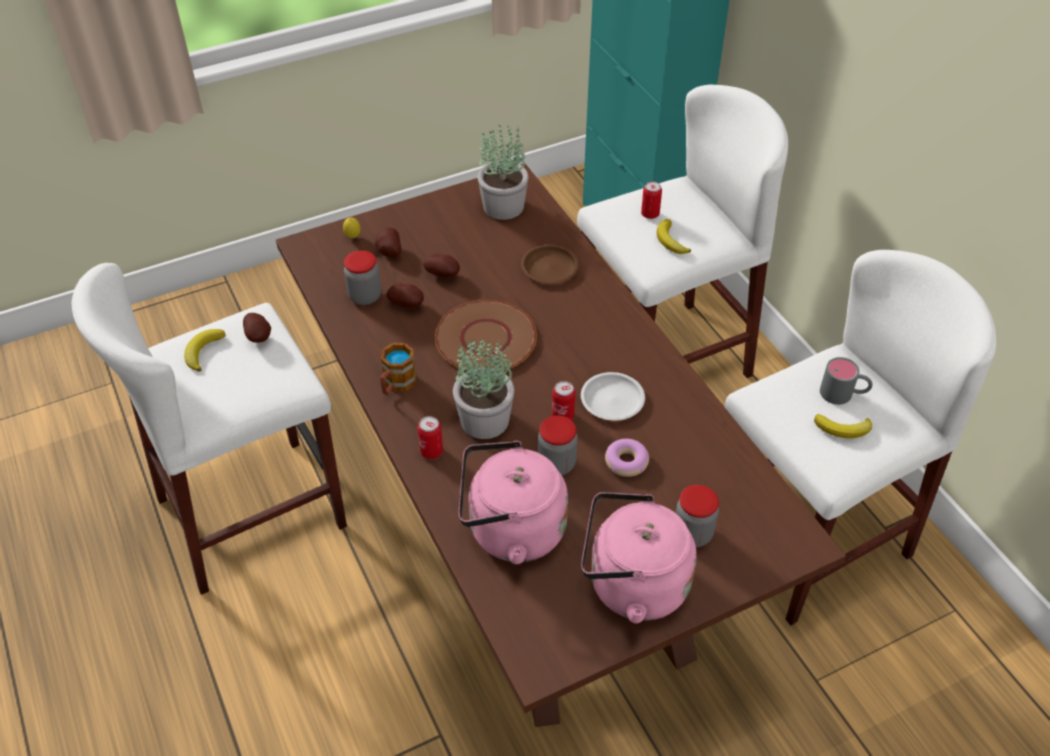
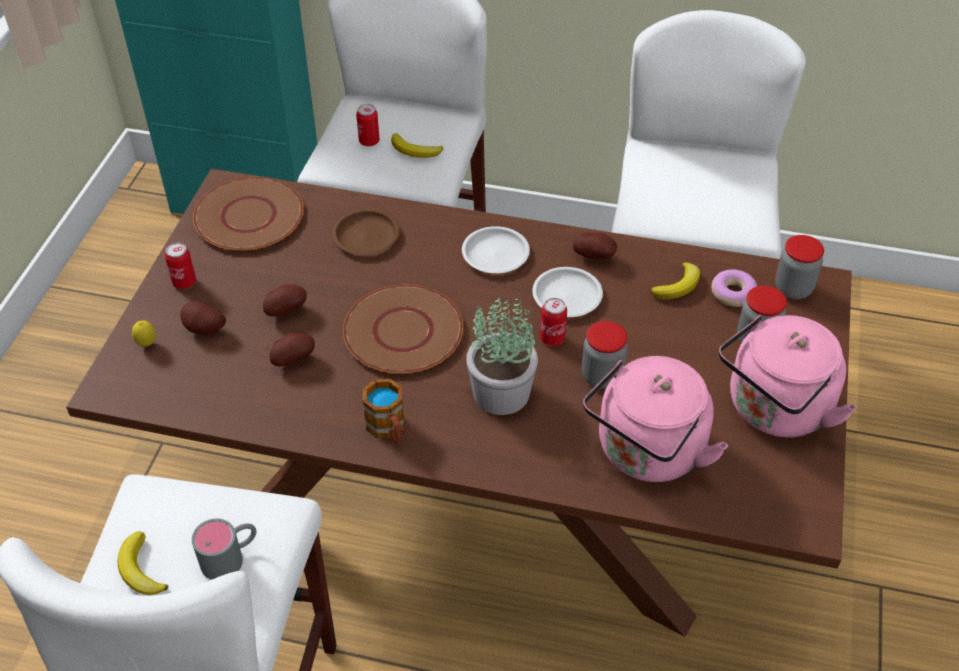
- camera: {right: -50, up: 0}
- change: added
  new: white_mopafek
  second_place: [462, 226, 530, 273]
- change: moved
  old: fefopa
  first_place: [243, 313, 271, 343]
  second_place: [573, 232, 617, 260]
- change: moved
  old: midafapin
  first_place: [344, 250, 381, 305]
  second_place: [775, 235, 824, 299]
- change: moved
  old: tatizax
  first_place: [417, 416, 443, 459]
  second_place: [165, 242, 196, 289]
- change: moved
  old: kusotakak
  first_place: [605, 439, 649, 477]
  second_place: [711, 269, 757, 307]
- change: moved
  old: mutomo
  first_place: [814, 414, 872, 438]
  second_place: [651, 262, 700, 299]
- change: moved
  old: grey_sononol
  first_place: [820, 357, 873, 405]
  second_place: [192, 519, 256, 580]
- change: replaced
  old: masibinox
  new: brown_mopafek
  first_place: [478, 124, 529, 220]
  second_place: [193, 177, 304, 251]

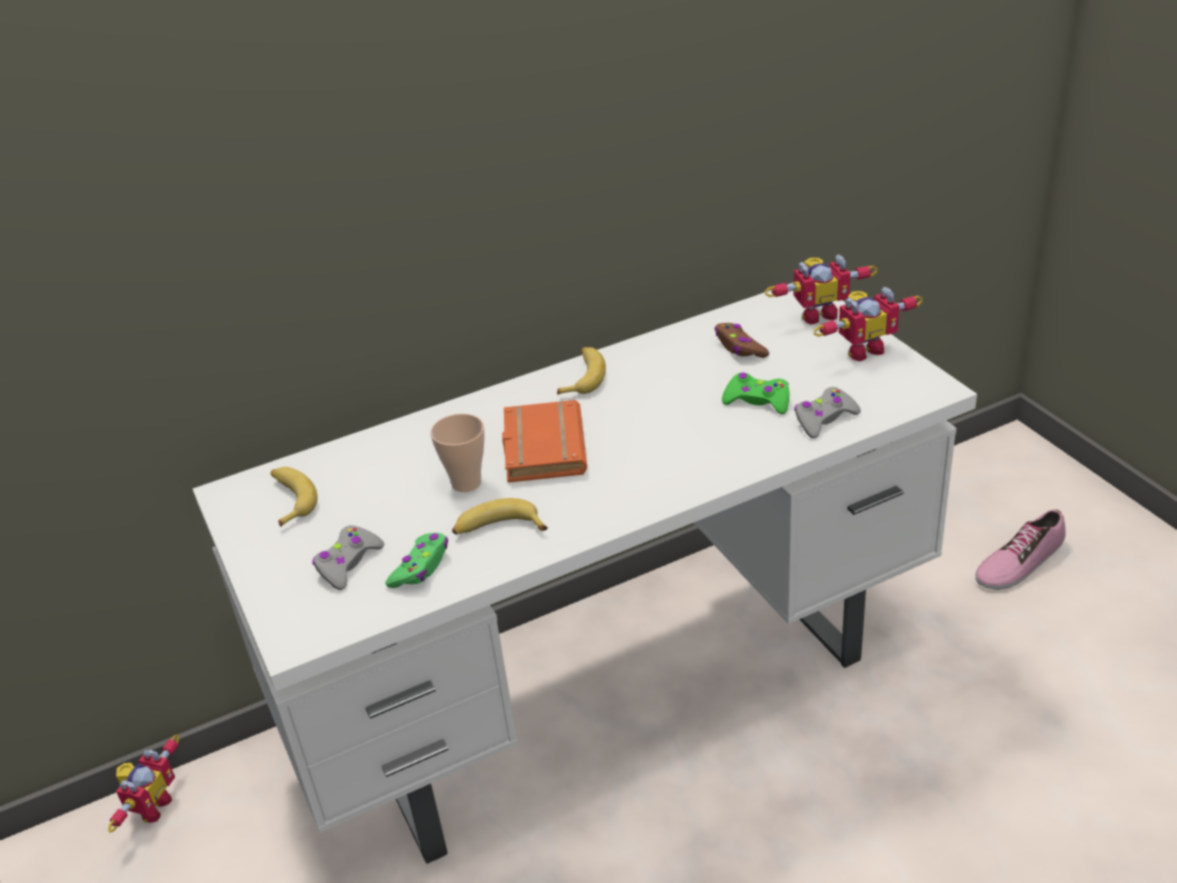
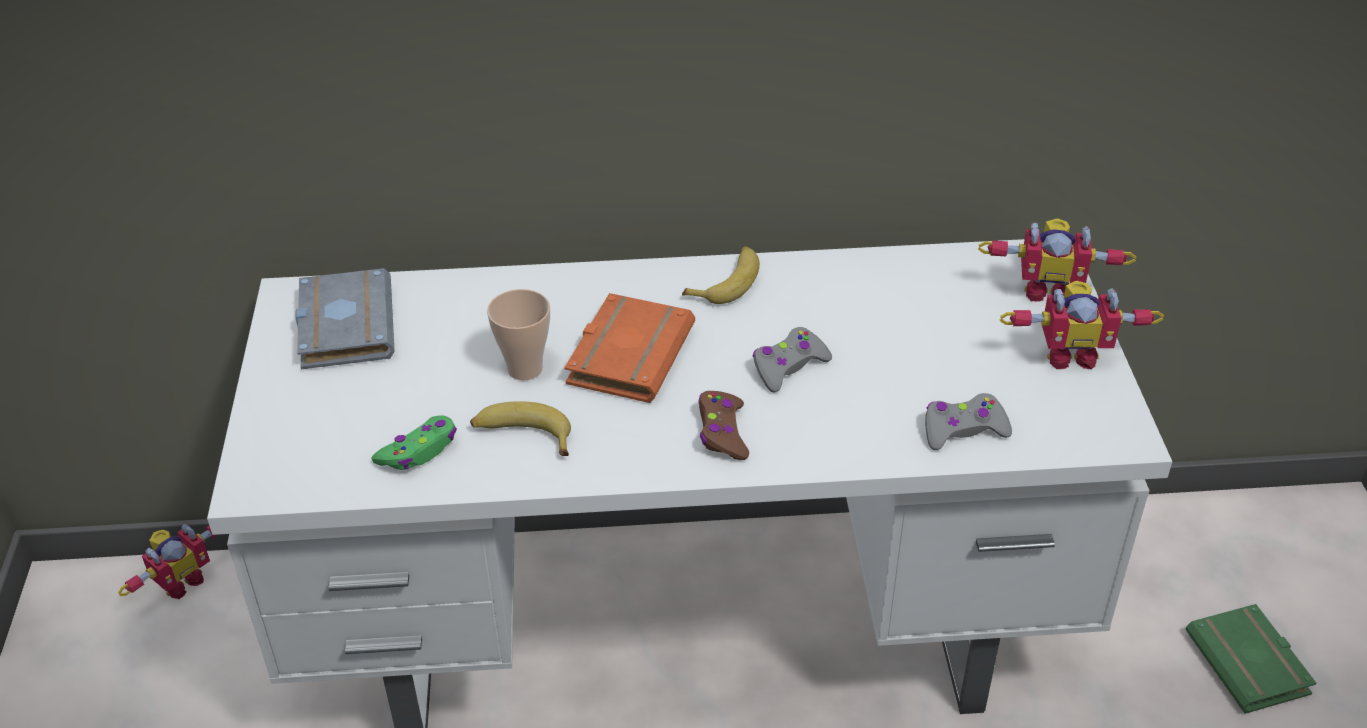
- camera: {right: 20, up: 5}
- change: removed
  old: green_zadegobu
  first_place: [722, 372, 789, 414]
- change: moved
  old: grey_zadegobu
  first_place: [313, 525, 384, 590]
  second_place: [752, 327, 832, 393]
- change: moved
  old: brown_zadegobu
  first_place: [715, 323, 769, 358]
  second_place: [698, 391, 749, 460]
- change: replaced
  old: mutomo
  new: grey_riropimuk
  first_place: [271, 467, 318, 527]
  second_place: [295, 268, 394, 369]
- change: replaced
  old: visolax
  new: green_riropimuk
  first_place: [975, 510, 1066, 590]
  second_place: [1185, 604, 1317, 714]

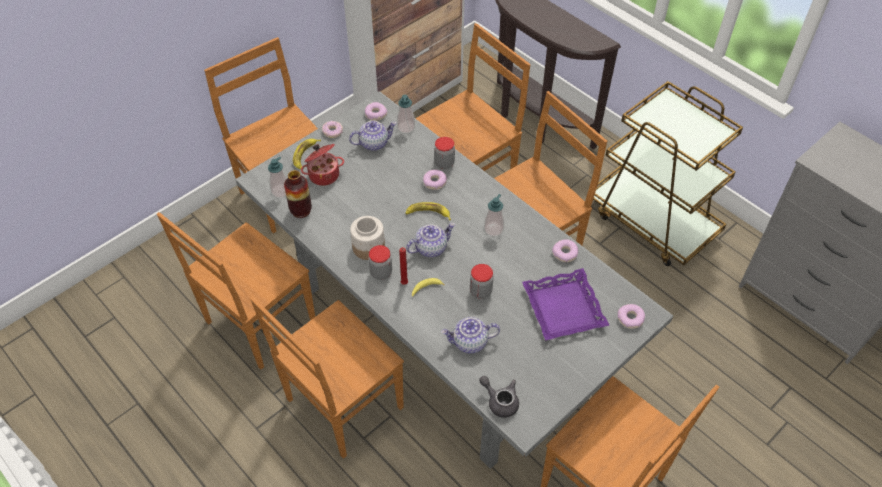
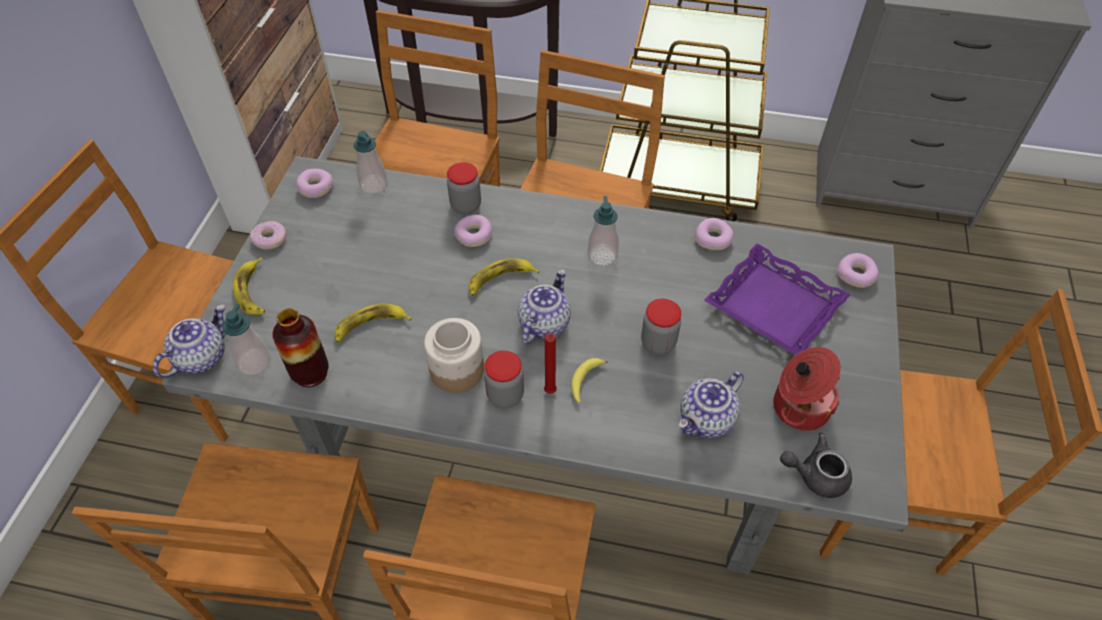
- camera: {right: -35, up: 0}
- change: added
  new: mutomo
  second_place: [335, 304, 412, 342]
- change: moved
  old: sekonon
  first_place: [301, 144, 344, 186]
  second_place: [773, 347, 841, 431]
- change: moved
  old: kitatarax
  first_place: [349, 121, 397, 151]
  second_place: [153, 305, 226, 378]

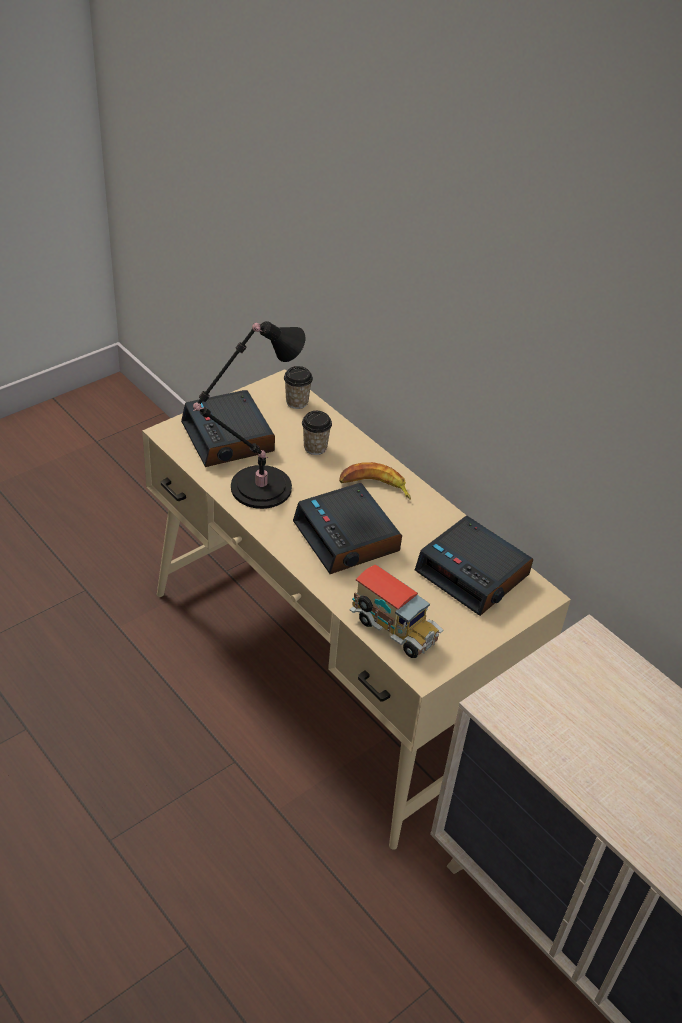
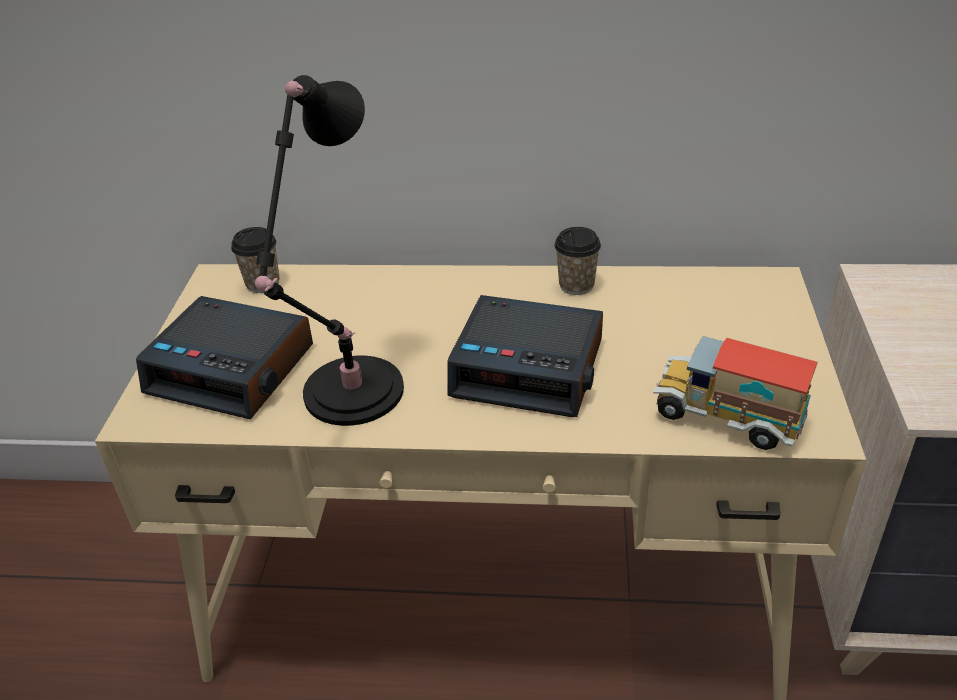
- camera: {right: -40, up: -5}
- change: removed
  old: mutomo
  first_place: [339, 462, 411, 500]
- change: removed
  old: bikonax
  first_place: [415, 516, 533, 616]
- change: moved
  old: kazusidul
  first_place: [302, 411, 332, 455]
  second_place: [554, 227, 601, 295]
- change: turned
  old: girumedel
  first_place: [350, 564, 444, 658]
  second_place: [653, 336, 818, 450]
  degrees: -150

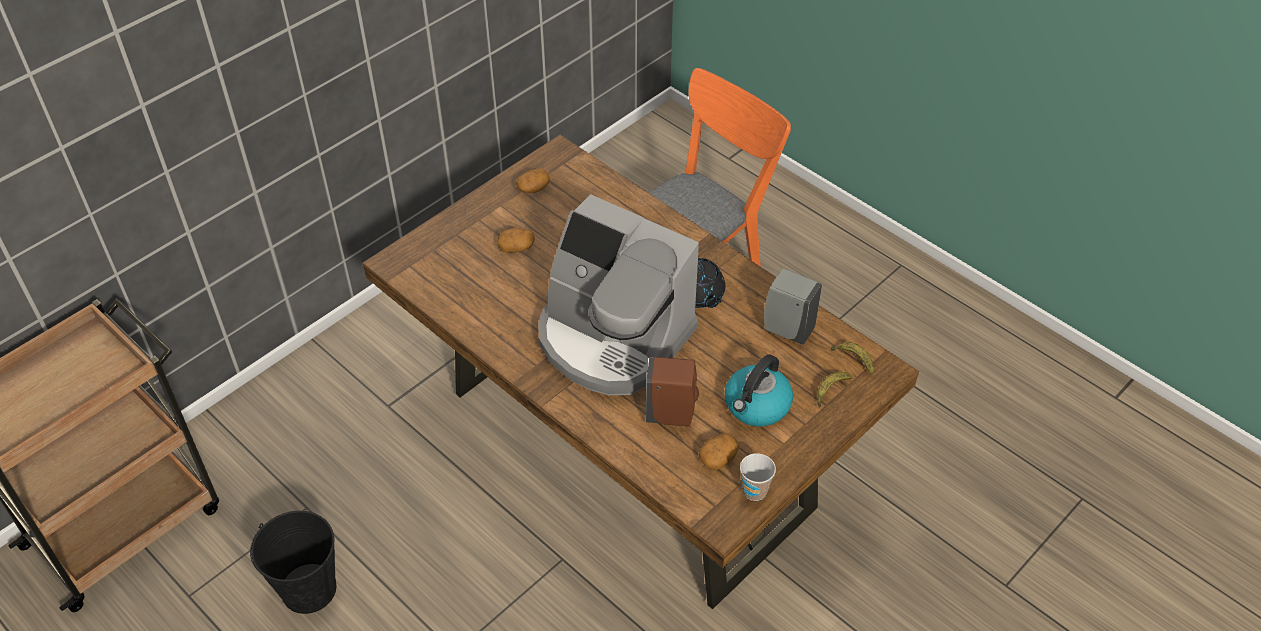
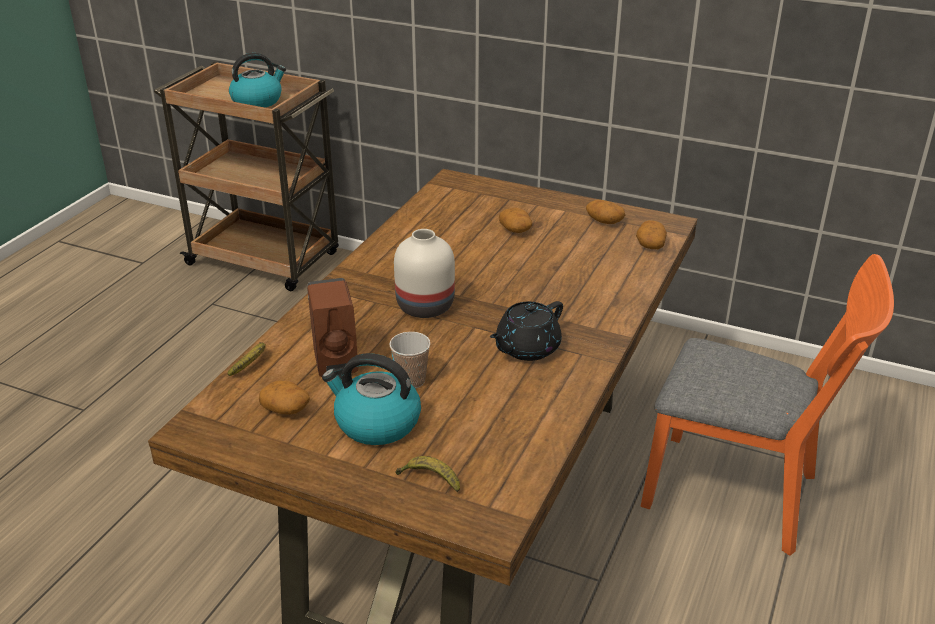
- camera: {right: 70, up: -15}
- change: removed
  old: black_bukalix
  first_place: [250, 511, 336, 614]
- change: removed
  old: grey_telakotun
  first_place: [764, 268, 822, 345]
- change: added
  new: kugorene
  second_place: [229, 53, 286, 108]
- change: added
  new: fefopa
  second_place: [636, 220, 667, 249]
- change: moved
  old: kazusidul
  first_place: [740, 453, 776, 501]
  second_place: [389, 332, 431, 389]
- change: moved
  old: mutomo
  first_place: [831, 342, 874, 374]
  second_place: [227, 342, 266, 376]
- change: replaced
  old: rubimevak
  new: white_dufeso
  first_place: [538, 194, 699, 395]
  second_place: [394, 229, 455, 318]

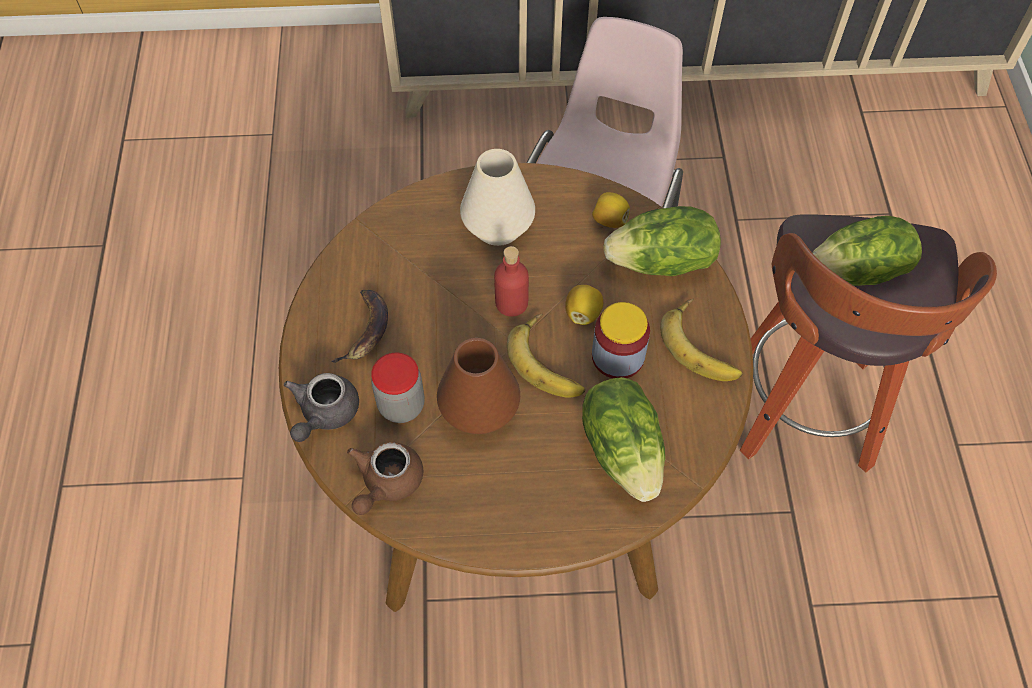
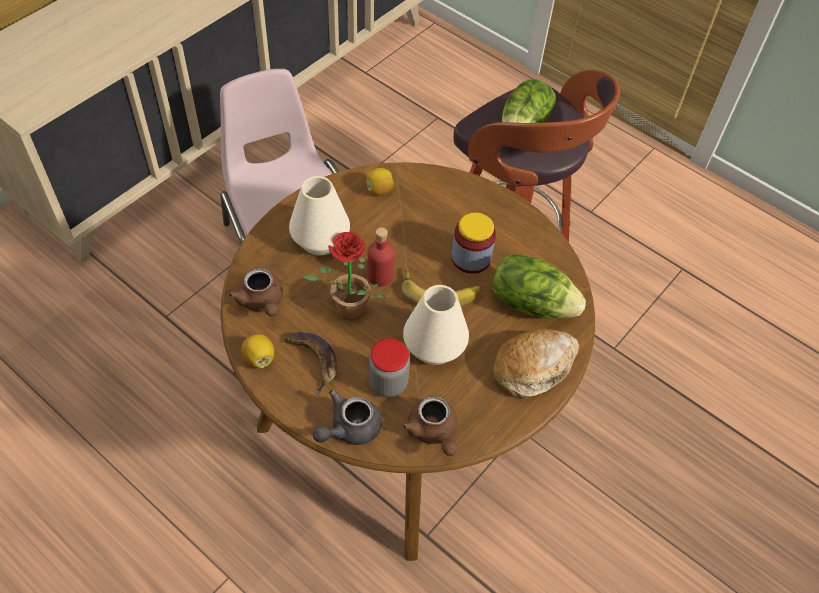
- camera: {right: -50, up: -5}
- change: removed
  old: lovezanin
  first_place: [603, 206, 721, 276]
- change: removed
  old: mutomo
  first_place: [660, 299, 743, 381]
- change: added
  new: brown_kitatarax
  second_place: [229, 268, 283, 317]
- change: added
  new: masibinox
  second_place: [304, 232, 386, 320]
- change: added
  new: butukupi
  second_place: [494, 329, 579, 398]
- change: moved
  old: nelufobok
  first_place: [565, 285, 603, 325]
  second_place: [241, 334, 274, 368]
- change: recoloured
  old: brown_dufeso
  new: white_dufeso
  first_place: [437, 338, 520, 434]
  second_place: [403, 285, 469, 365]
- change: turned
  old: grey_kitatarax
  first_place: [284, 373, 359, 442]
  second_place: [313, 390, 382, 445]
  degrees: 75

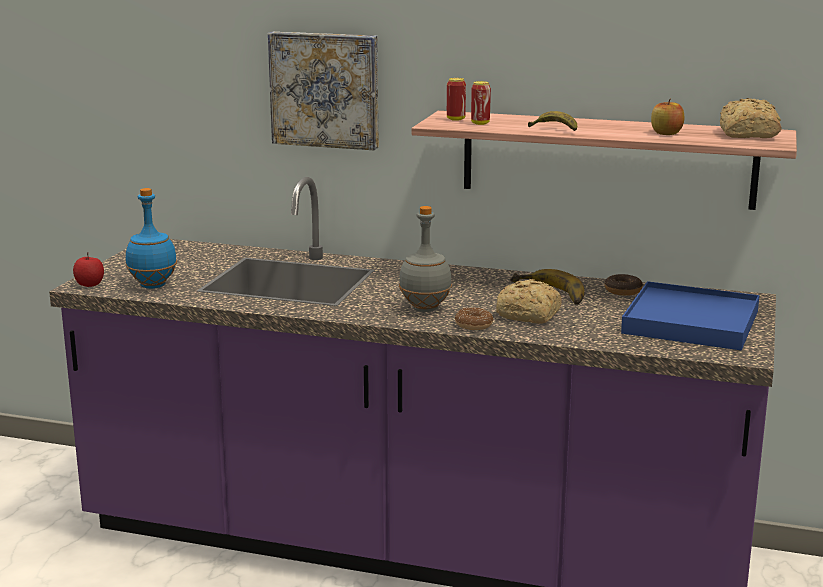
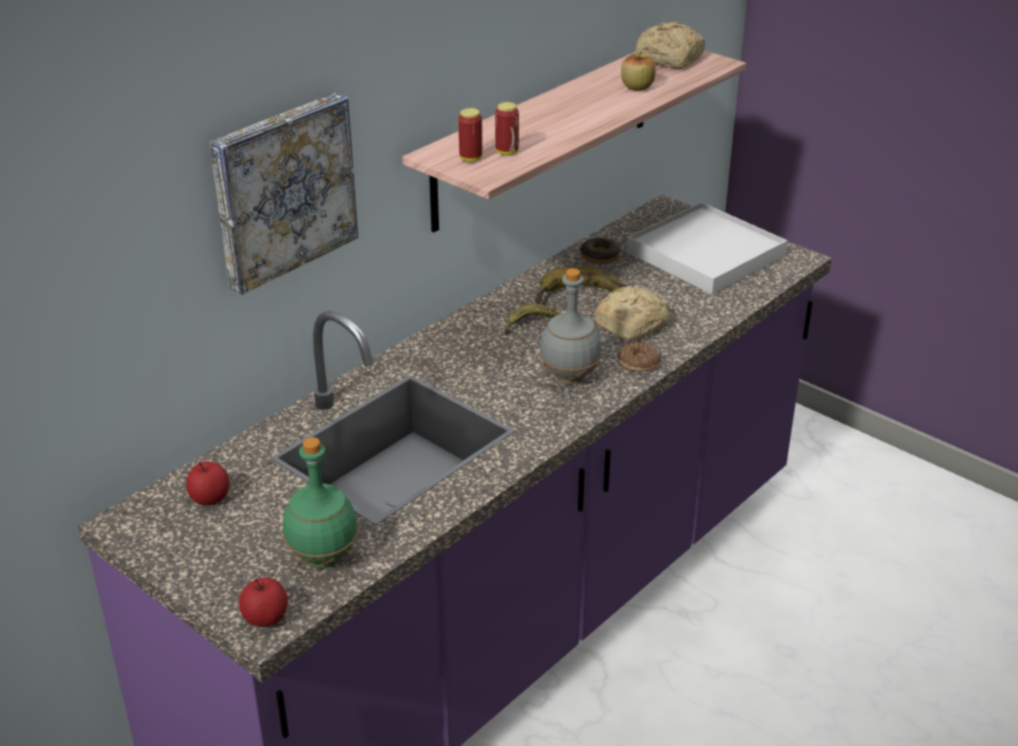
- camera: {right: -65, up: 15}
- change: added
  new: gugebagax
  second_place: [186, 461, 230, 506]
- change: moved
  old: mutomo
  first_place: [528, 111, 577, 131]
  second_place: [504, 304, 559, 335]
- change: recoloured
  old: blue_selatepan
  new: green_selatepan
  first_place: [126, 188, 177, 289]
  second_place: [283, 437, 358, 569]
- change: recoloured
  old: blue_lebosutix
  new: white_lebosutix
  first_place: [621, 281, 760, 351]
  second_place: [626, 202, 788, 294]

